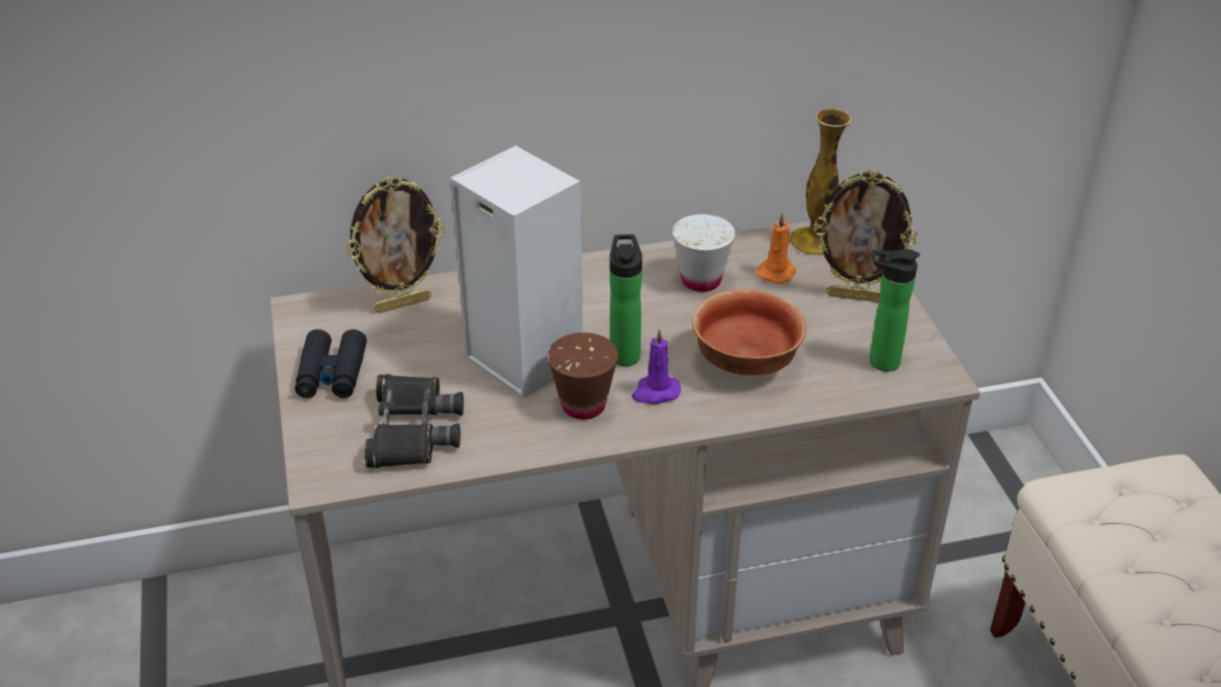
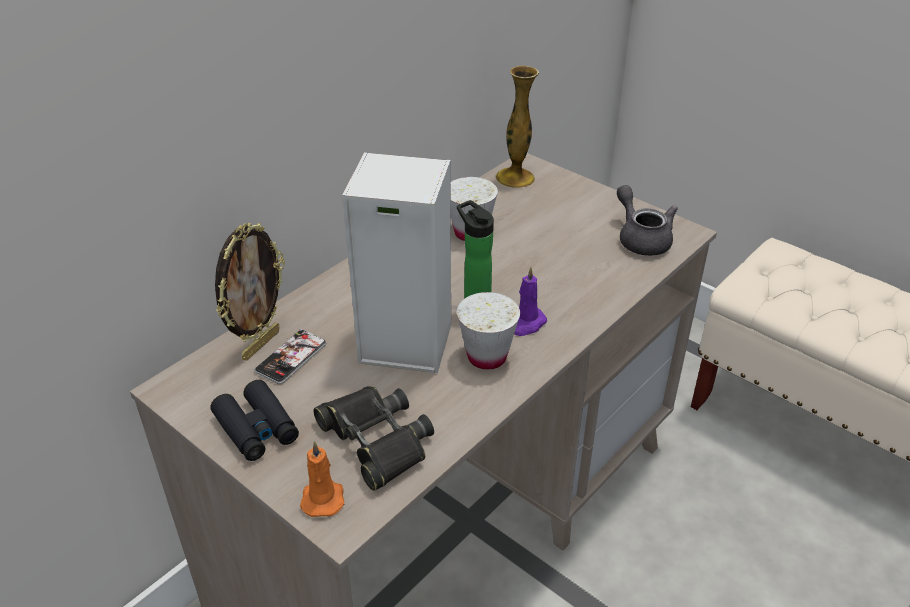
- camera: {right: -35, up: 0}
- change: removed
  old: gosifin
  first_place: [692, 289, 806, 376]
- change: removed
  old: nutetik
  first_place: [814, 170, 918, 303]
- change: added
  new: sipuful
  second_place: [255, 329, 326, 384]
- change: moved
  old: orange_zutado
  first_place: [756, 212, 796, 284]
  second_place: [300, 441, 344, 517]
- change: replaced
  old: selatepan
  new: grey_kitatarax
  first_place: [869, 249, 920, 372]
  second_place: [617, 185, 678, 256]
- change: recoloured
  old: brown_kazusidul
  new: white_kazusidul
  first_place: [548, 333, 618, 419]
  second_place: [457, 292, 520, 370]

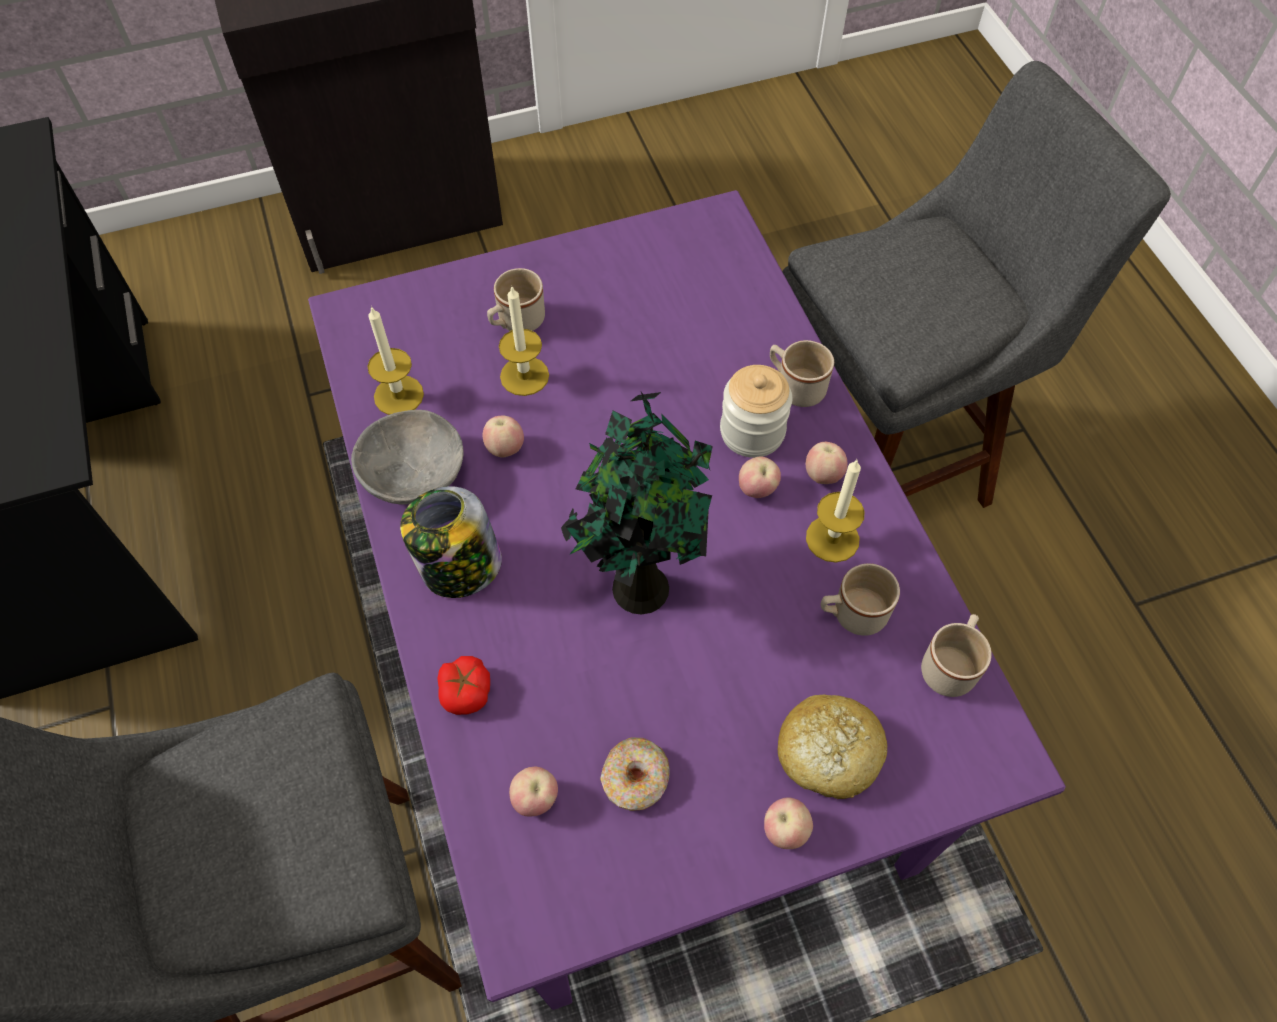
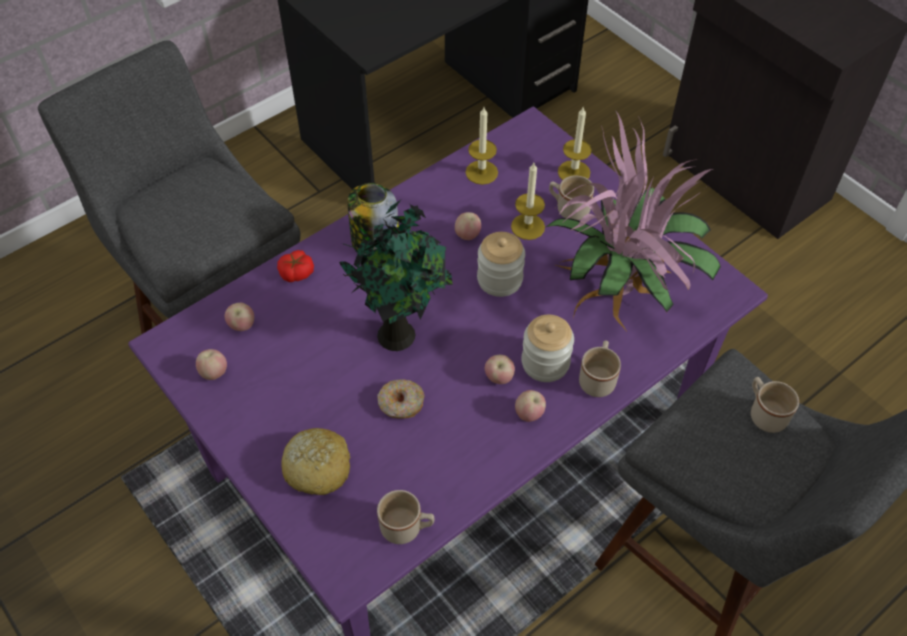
- camera: {right: 70, up: -5}
- change: removed
  old: grey_gosifin
  first_place: [351, 410, 463, 505]
- change: added
  new: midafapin
  second_place: [477, 232, 525, 297]
- change: added
  new: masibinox
  second_place: [544, 112, 721, 333]
- change: moved
  old: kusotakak
  first_place: [600, 737, 670, 811]
  second_place: [377, 379, 424, 419]
- change: moved
  old: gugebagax
  first_place: [764, 797, 813, 849]
  second_place: [196, 349, 227, 380]
- change: moved
  old: zutado
  first_place: [806, 459, 865, 563]
  second_place: [558, 107, 592, 180]
- change: moved
  old: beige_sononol
  first_place: [821, 563, 900, 636]
  second_place: [751, 377, 799, 433]

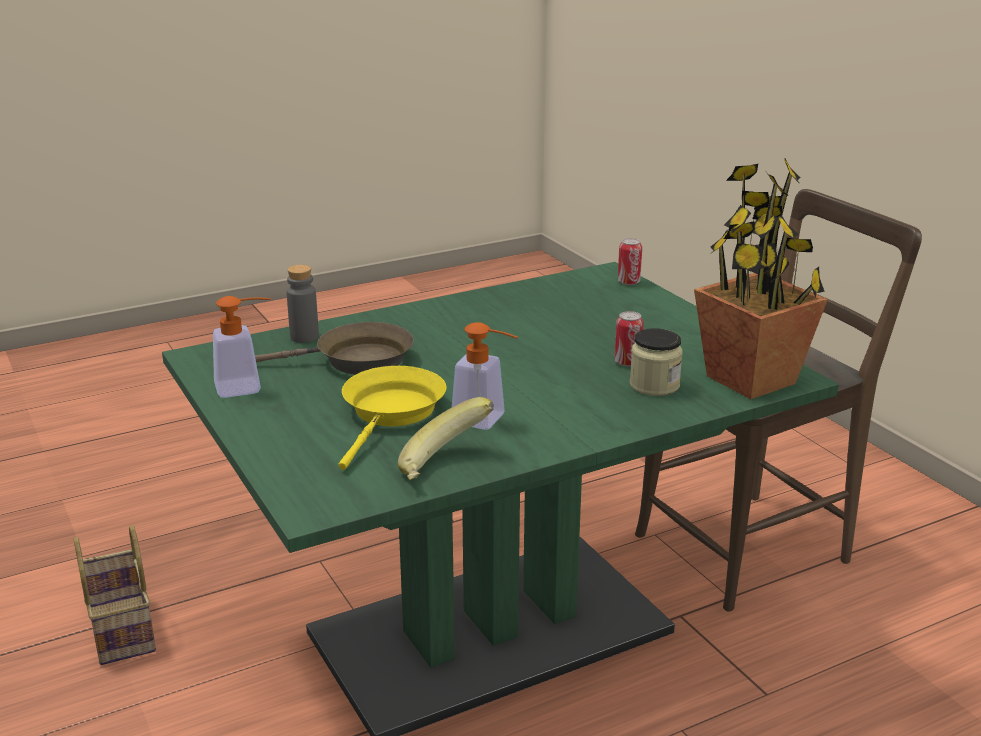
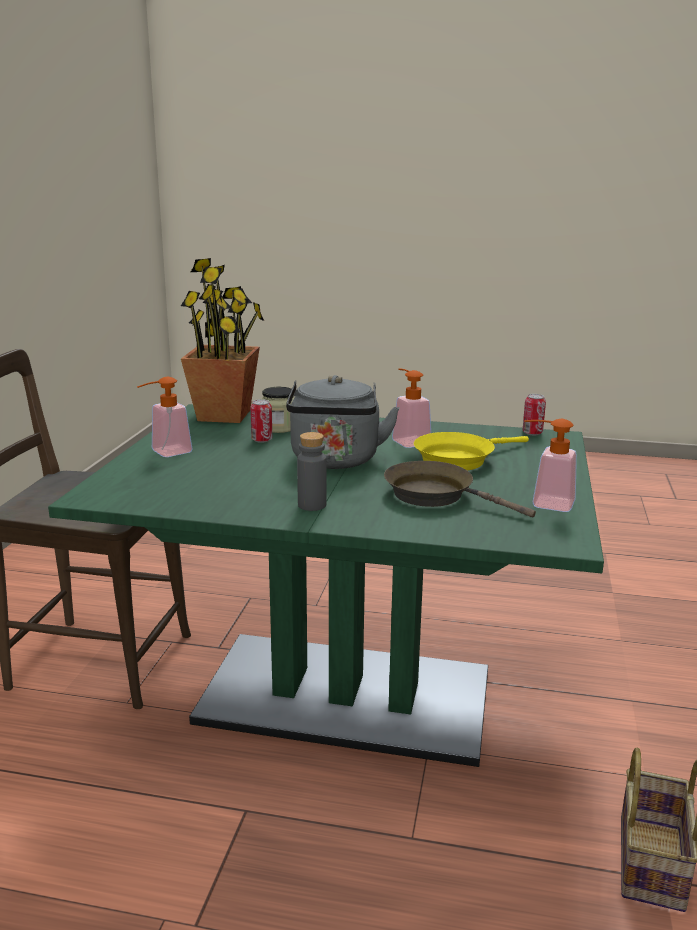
- camera: {right: -140, up: -5}
- change: removed
  old: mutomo
  first_place: [398, 397, 494, 480]
- change: added
  new: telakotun
  second_place: [137, 377, 193, 457]
- change: added
  new: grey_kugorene
  second_place: [286, 375, 400, 469]
- change: moved
  old: grey_selatepan
  first_place: [286, 265, 319, 343]
  second_place: [297, 432, 327, 511]
- change: moved
  old: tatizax
  first_place: [618, 238, 642, 285]
  second_place: [522, 394, 546, 435]

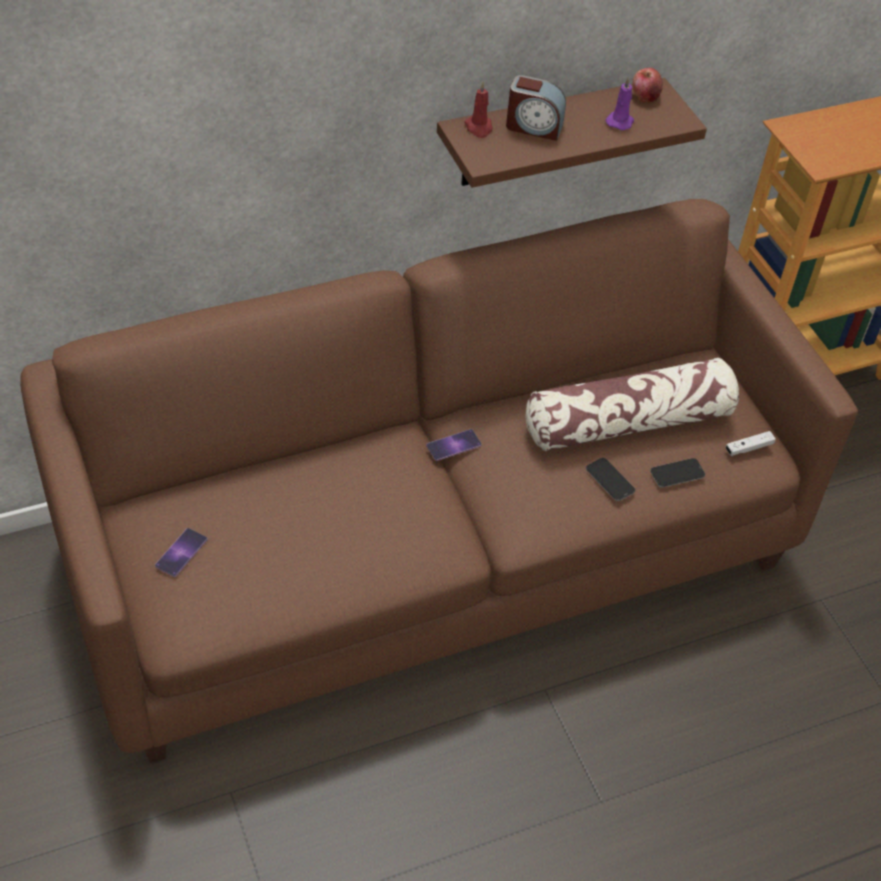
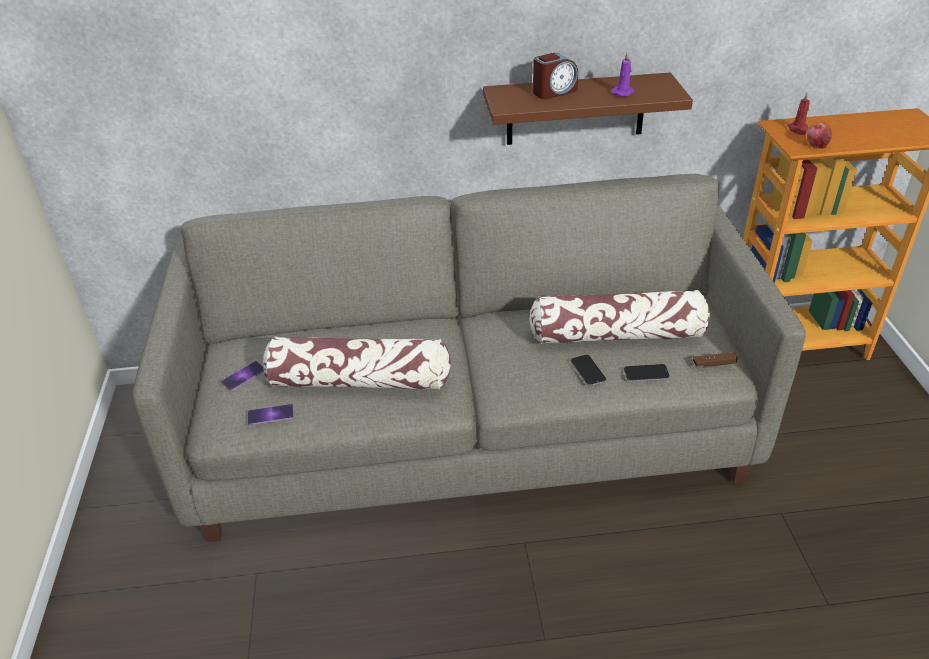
- camera: {right: 20, up: -10}
- change: added
  new: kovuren
  second_place: [263, 336, 451, 390]
- change: moved
  old: sipuful
  first_place: [426, 429, 482, 461]
  second_place: [248, 404, 293, 425]
- change: moved
  old: red_zutado
  first_place: [464, 82, 492, 138]
  second_place: [787, 93, 810, 135]
- change: moved
  old: gugebagax
  first_place: [632, 68, 663, 103]
  second_place: [807, 122, 832, 149]
- change: recoloured
  old: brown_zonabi
  new: grey_zonabi
  first_place: [20, 199, 858, 763]
  second_place: [132, 174, 806, 542]
- change: recoloured
  old: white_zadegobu
  new: brown_zadegobu
  first_place: [726, 431, 776, 456]
  second_place: [693, 352, 738, 367]
- change: turned
  old: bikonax
  first_place: [506, 75, 566, 141]
  second_place: [533, 53, 578, 99]
  degrees: -60

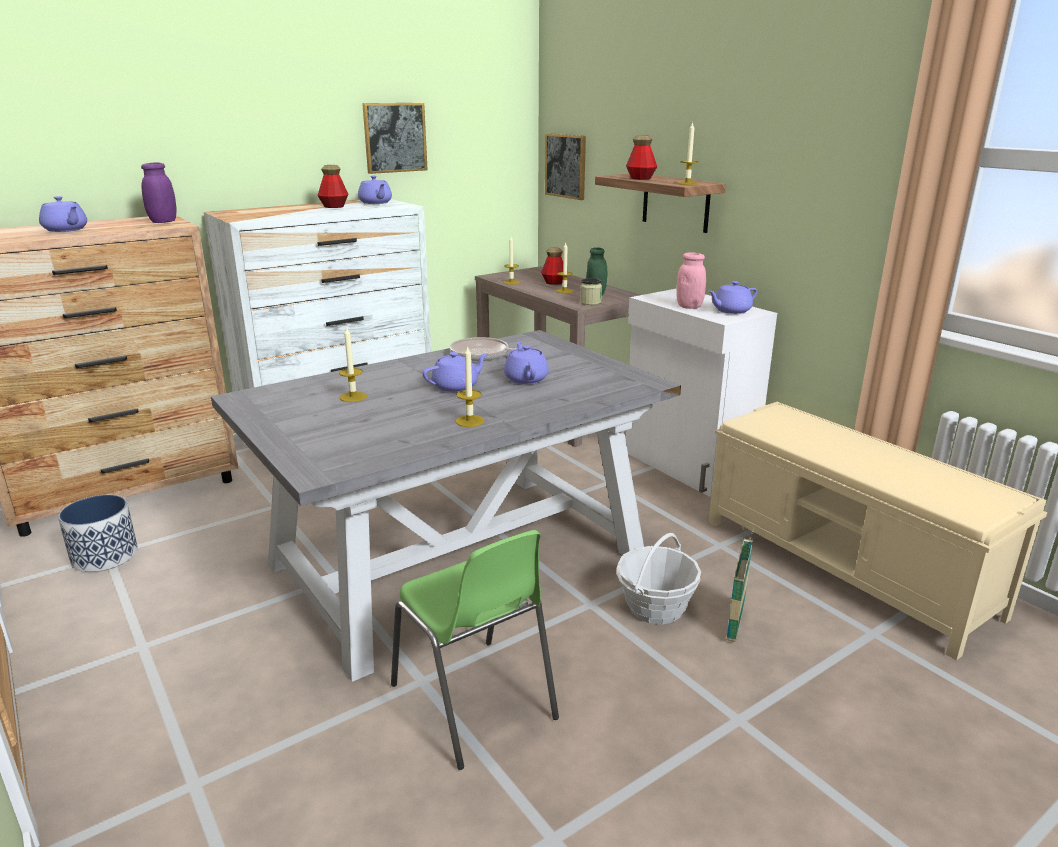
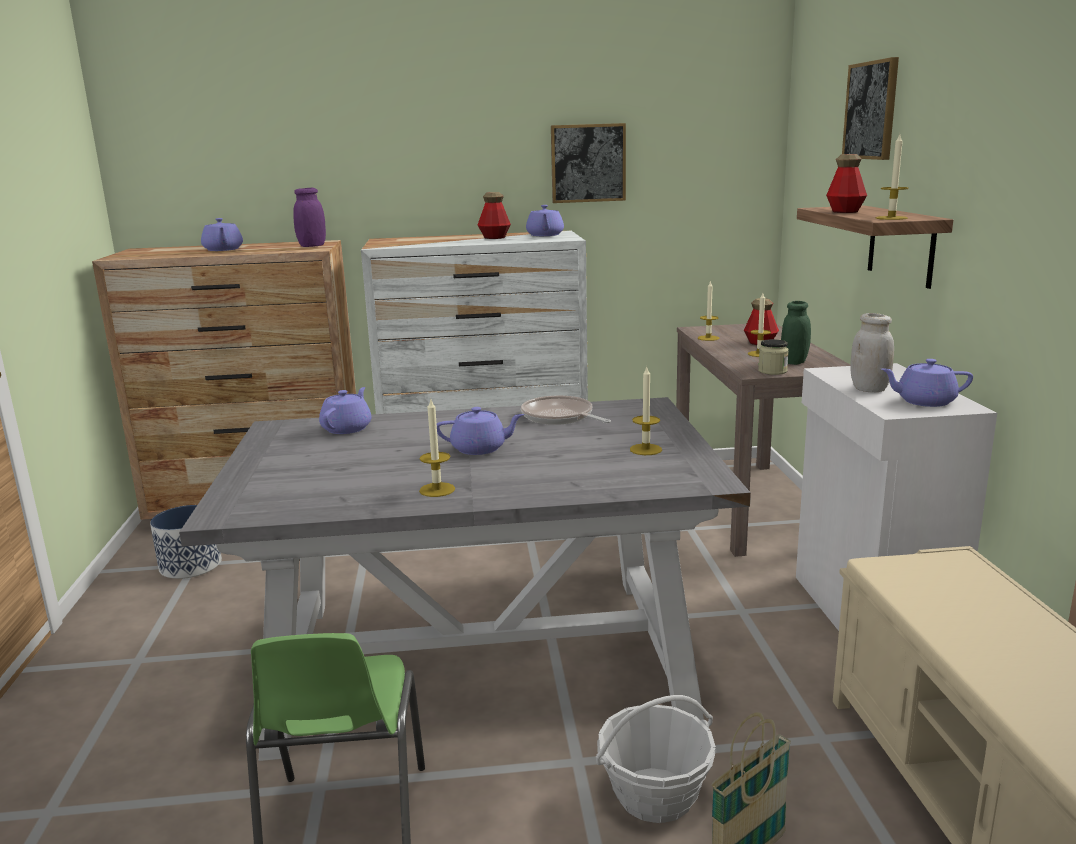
- camera: {right: 30, up: -5}
- change: moved
  old: zutado
  first_place: [339, 326, 367, 402]
  second_place: [630, 367, 662, 455]
- change: moved
  old: purple_kitatarax
  first_place: [504, 342, 549, 384]
  second_place: [319, 387, 372, 434]
- change: moved
  old: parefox
  first_place: [545, 133, 586, 200]
  second_place: [842, 57, 899, 160]
- change: recoloured
  old: pink_midafapin
  new: white_midafapin
  first_place: [677, 252, 706, 309]
  second_place: [850, 313, 894, 392]

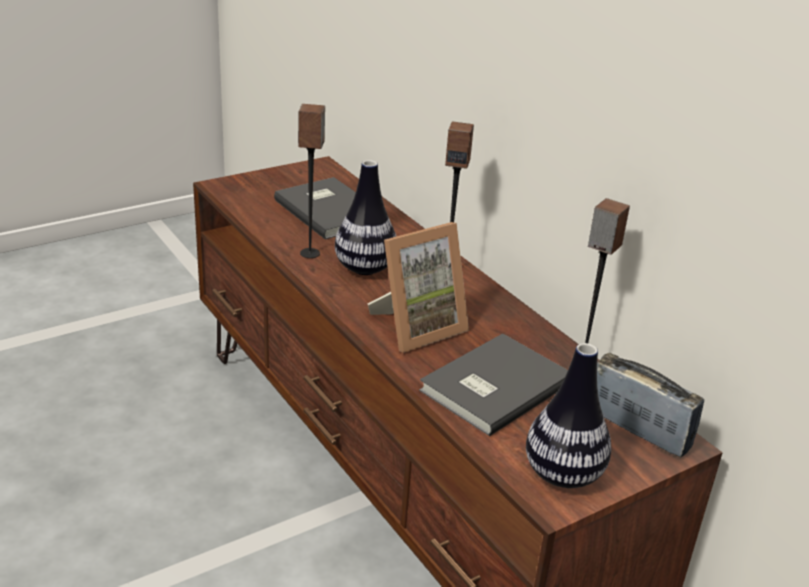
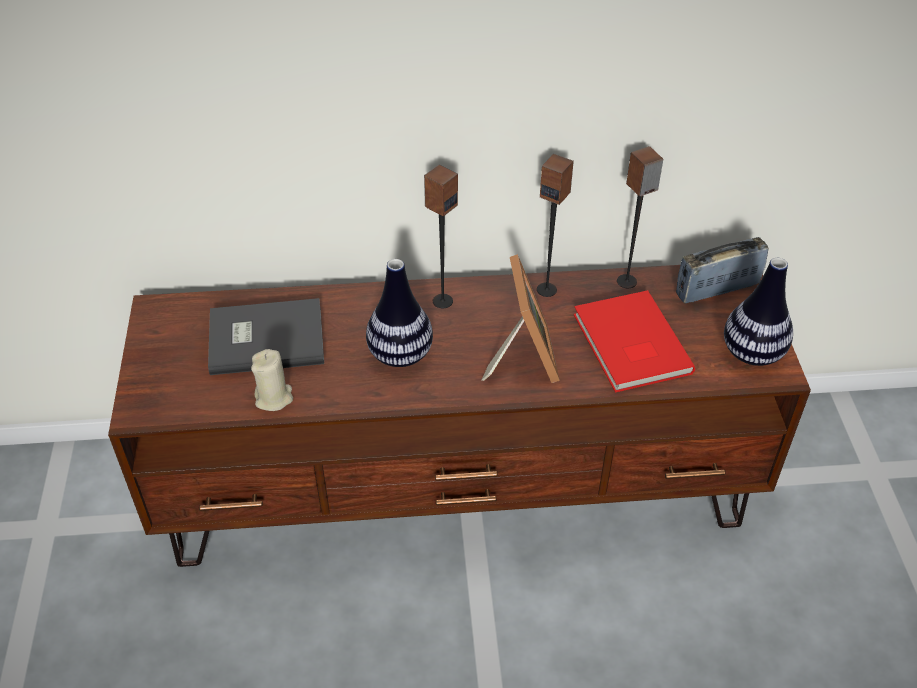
- camera: {right: -60, up: 15}
- change: added
  new: beige_zutado
  second_place: [251, 349, 293, 411]
- change: moved
  old: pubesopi
  first_place: [298, 104, 325, 258]
  second_place: [537, 154, 574, 297]
- change: recoloured
  old: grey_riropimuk
  new: red_riropimuk
  first_place: [419, 333, 568, 436]
  second_place: [574, 290, 695, 393]

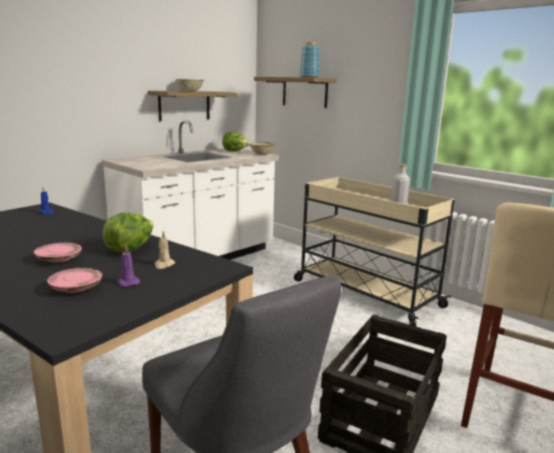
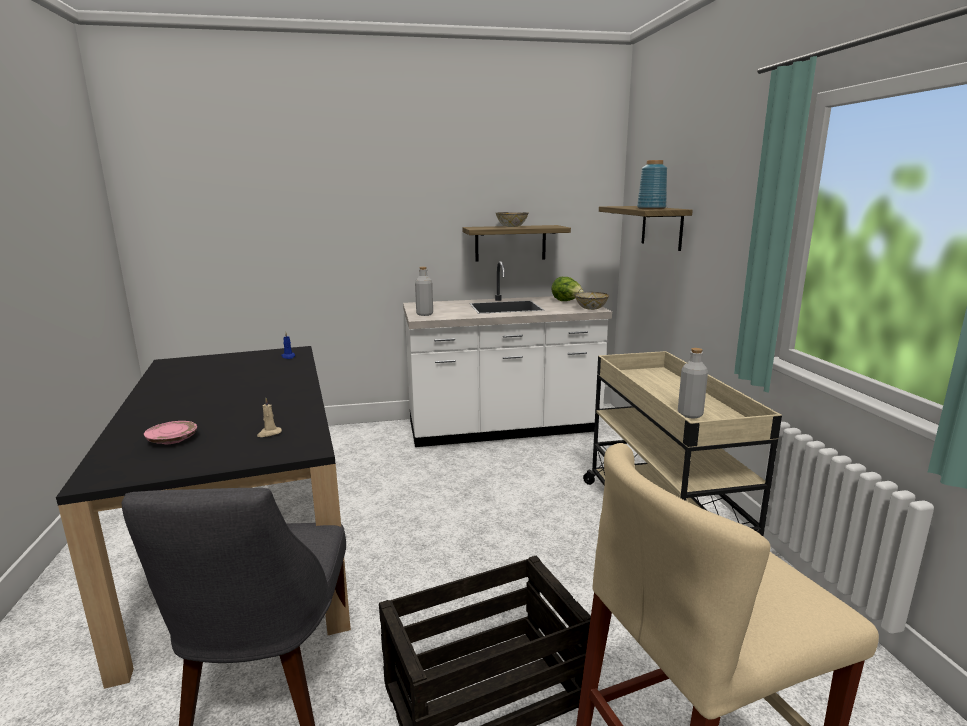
- camera: {right: 35, up: 0}
- change: removed
  old: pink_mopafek
  first_place: [34, 243, 82, 263]
- change: removed
  old: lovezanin
  first_place: [102, 213, 153, 253]
- change: removed
  old: purple_zutado
  first_place: [118, 246, 140, 287]
- change: added
  new: grey_selatepan
  second_place: [415, 267, 433, 316]

